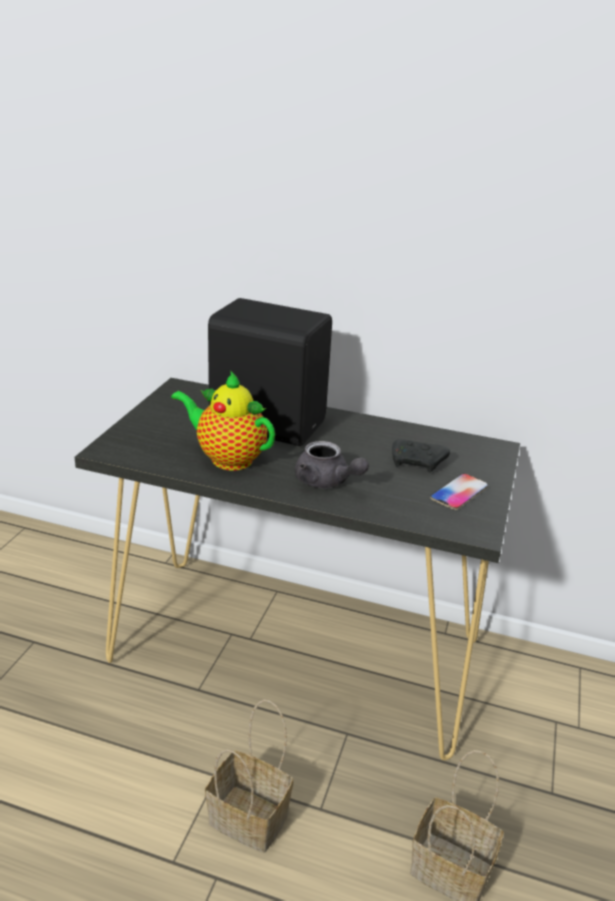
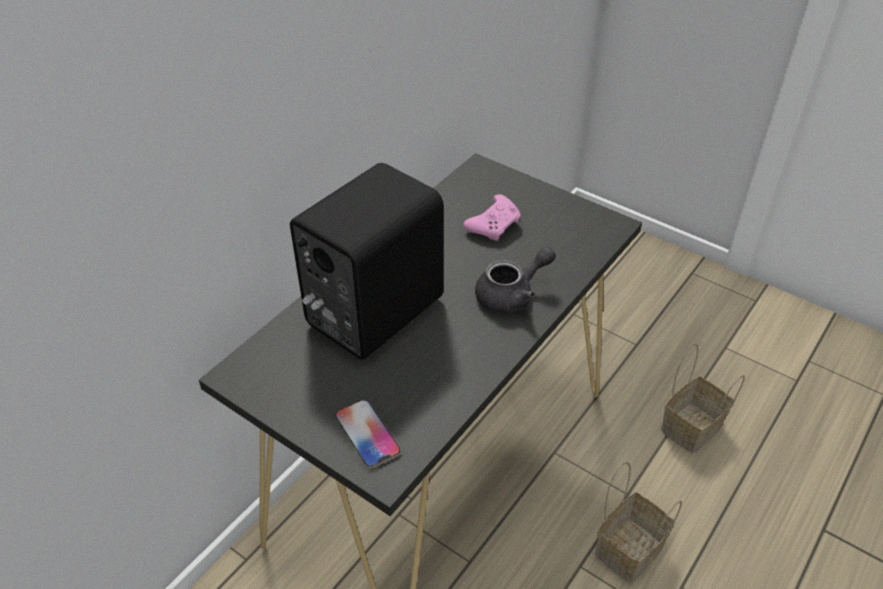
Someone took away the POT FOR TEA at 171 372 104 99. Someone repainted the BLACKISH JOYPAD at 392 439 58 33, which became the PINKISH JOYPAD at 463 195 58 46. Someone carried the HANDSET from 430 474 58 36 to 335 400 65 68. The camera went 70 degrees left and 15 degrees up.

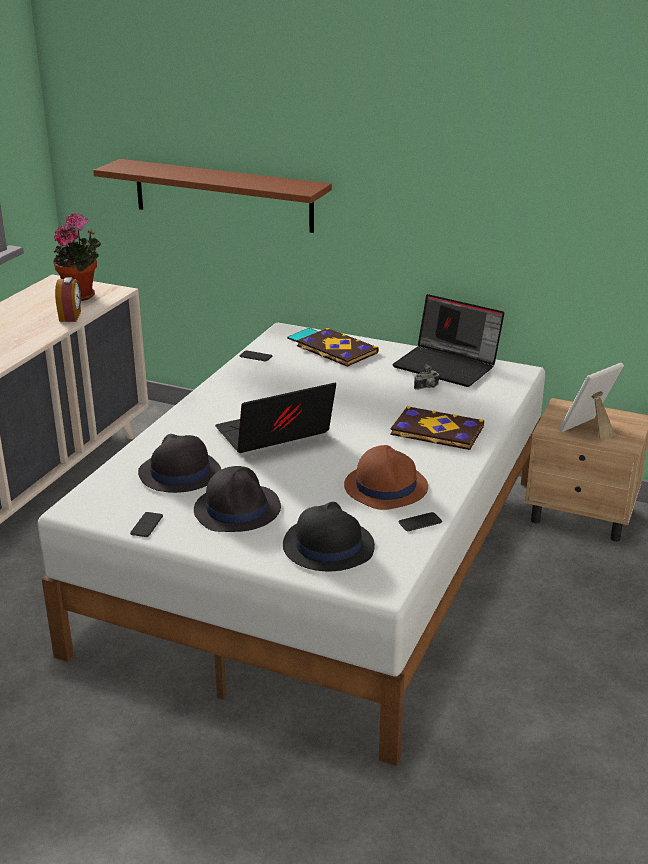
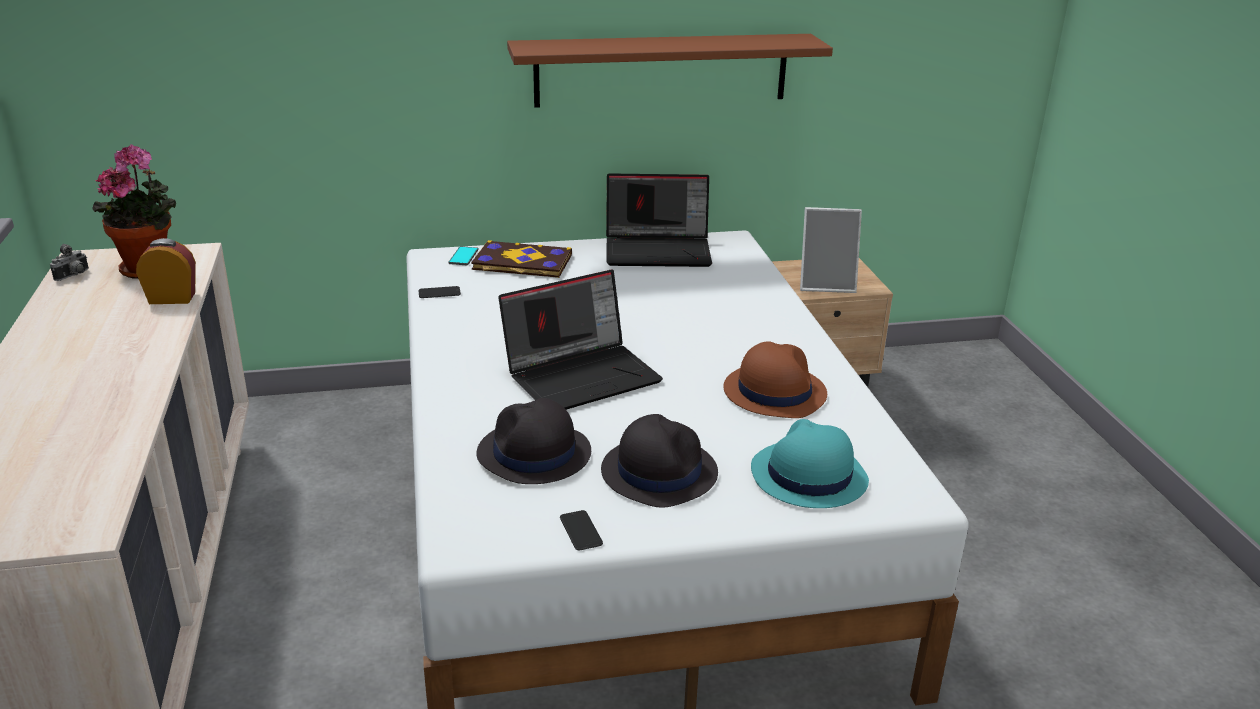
Someone rotated the TABLE CLOCK at 55 277 26 45 by 60 degrees counterclockwise. Someone carried the BROWN WALL SHELF from 93 159 239 74 to 507 34 326 74. Someone rotated the NOTEBOOK COMPUTER at 215 383 121 70 by 150 degrees counterclockwise. Someone repainted the BLACKISH CLOTHING HAT at 283 502 92 69, which became the TURQUOISE CLOTHING HAT at 751 419 118 89. Someone took away the BOUND BOOK at 390 406 94 44. Someone took away the HANDSET at 398 512 44 19. Someone carried the STILL CAMERA from 414 364 26 26 to 50 244 39 37. Someone rotated the PHOTO FRAME at 559 363 65 79 by 105 degrees counterclockwise. The camera went 35 degrees left and 0 degrees up.

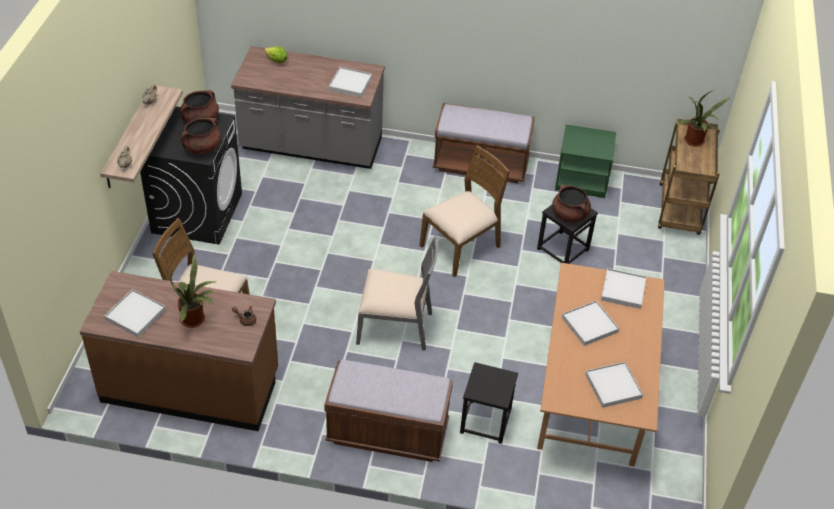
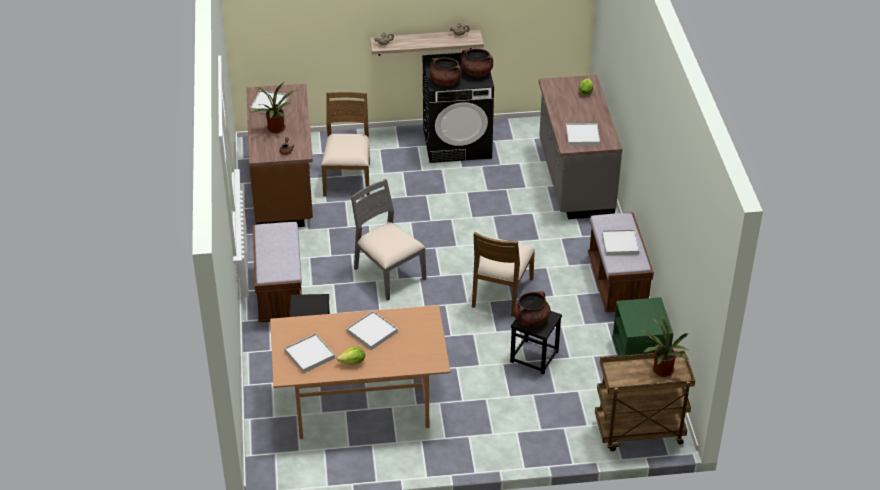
Someone rotated the GRAY PLAIN CHAIR at 356 236 82 115 by 150 degrees clockwise. Someone rotated the BROWN PLAIN CHAIR at 419 145 91 132 by 75 degrees clockwise. Someone carried the WHITE-COLOURED SERVING TRAY from 601 268 45 41 to 602 229 38 27. Someone put down the HEAD OF LETTUCE at 336 347 29 18. The camera went 75 degrees right and 5 degrees down.

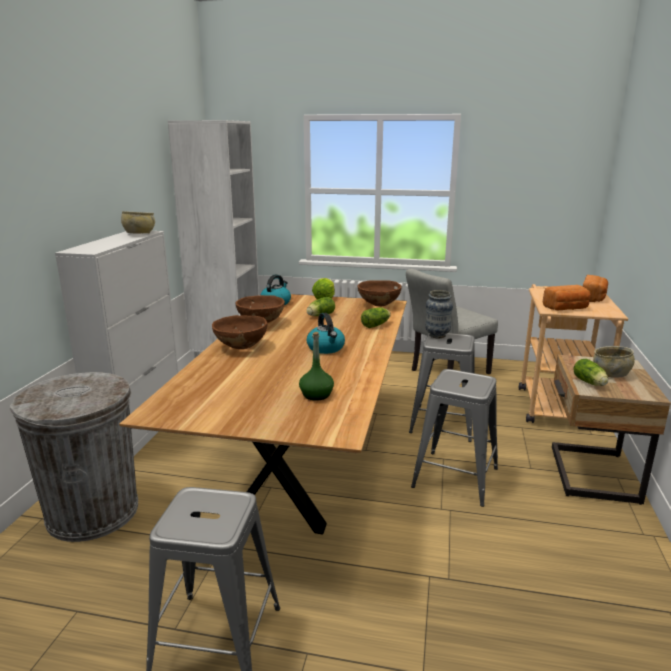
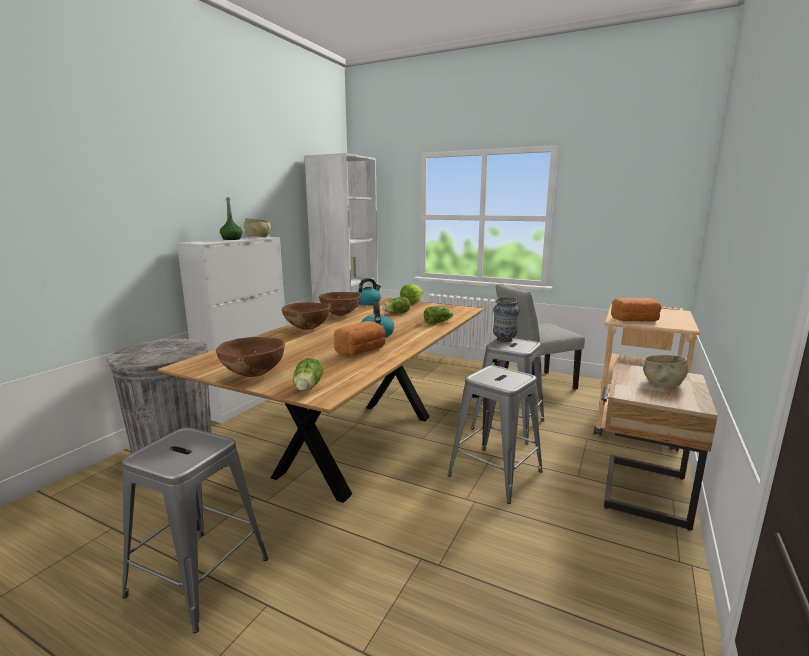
Someone carried the GREEN-COLOURED DRINK BOTTLE from 299 332 35 69 to 220 197 22 43. Someone carried the BROWN BOWL from 357 280 45 27 to 216 337 69 40. Someone carried the HEAD OF LETTUCE from 573 359 35 27 to 293 358 30 33. Someone carried the BAKED BREAD from 583 275 25 27 to 334 321 52 35. The camera went 15 degrees right and 5 degrees down.

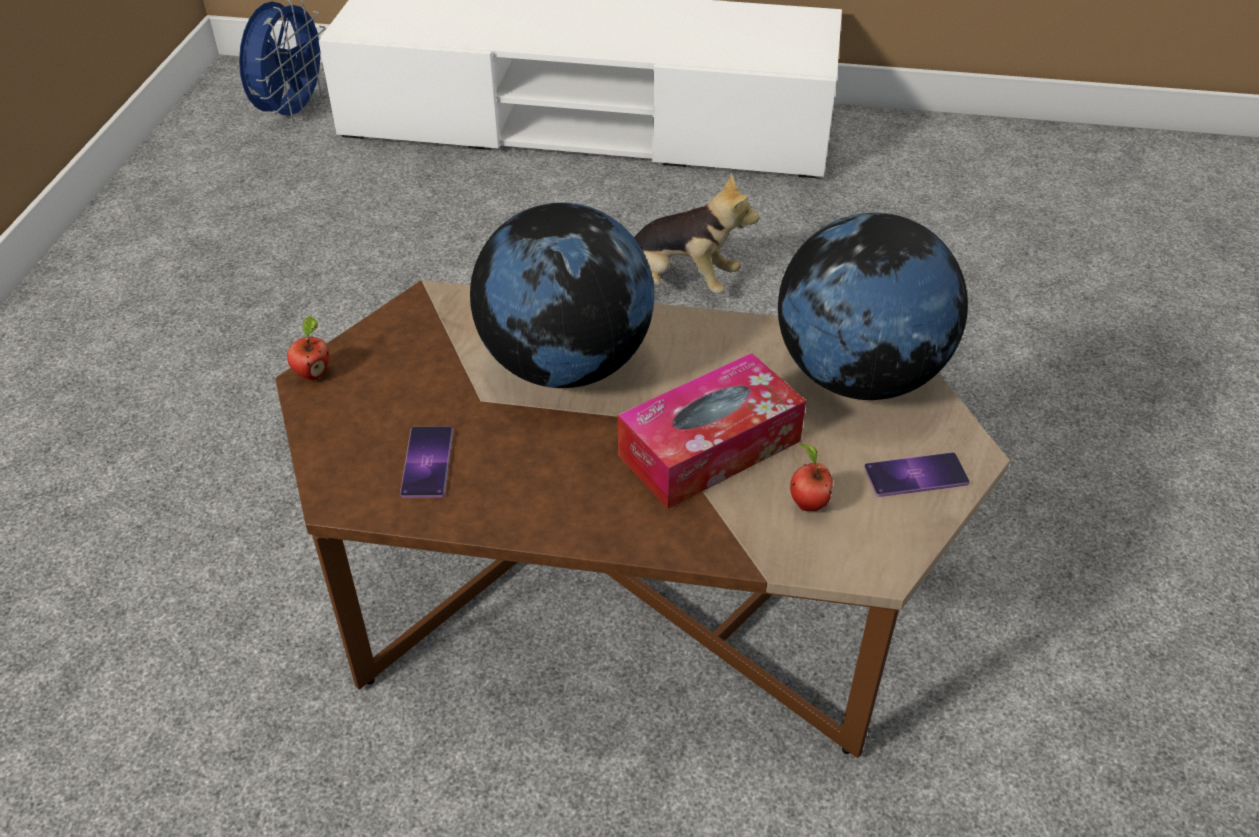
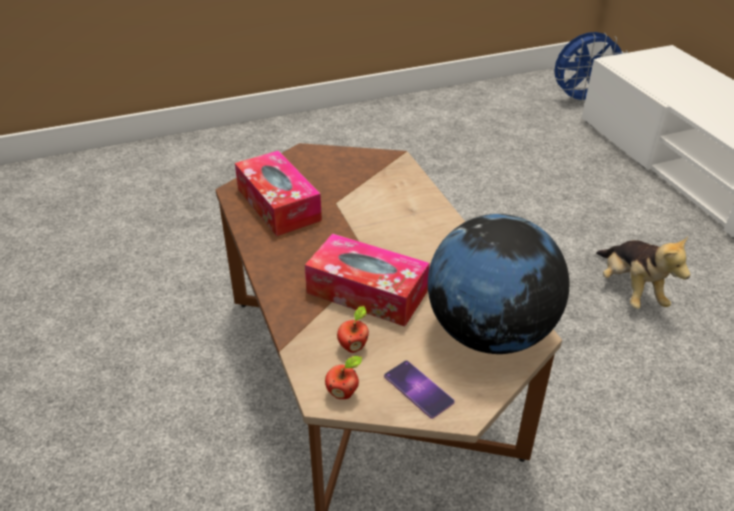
Someone carried the APPLE from 287 316 42 64 to 325 356 37 43. Someone swapped the HANDSET at 400 427 53 71 for the TISSUE HOLDER at 235 150 87 86. Someone took away the GLOBE at 470 203 184 185. The camera went 60 degrees right and 5 degrees down.

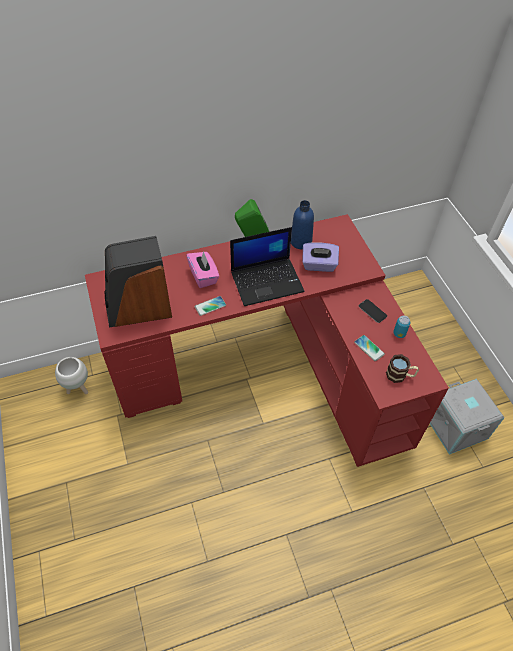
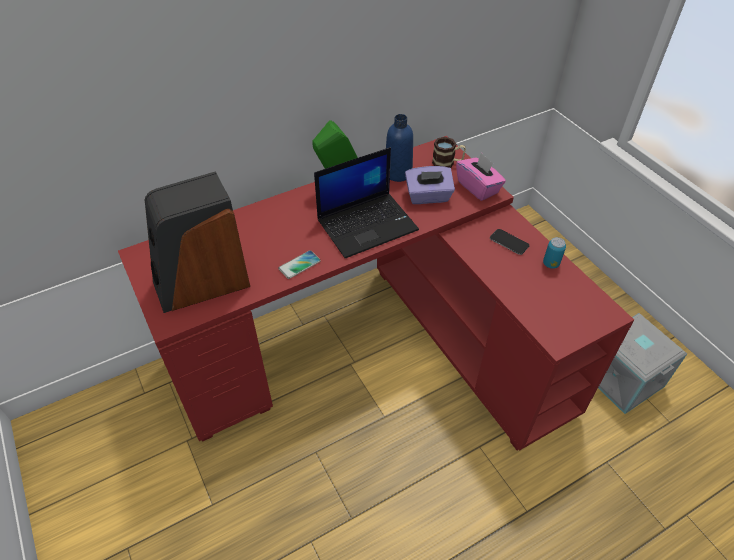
Someone took away the WHITE-COLOURED FLOWER POT at 55 357 33 37. Someone carried the PINKISH TISSUE HOLDER from 186 251 33 37 to 456 153 50 48. Someone took away the HANDSET at 354 335 31 26. Someone carried the MUG from 386 354 33 29 to 432 137 34 31. The camera went 10 degrees left and 5 degrees down.

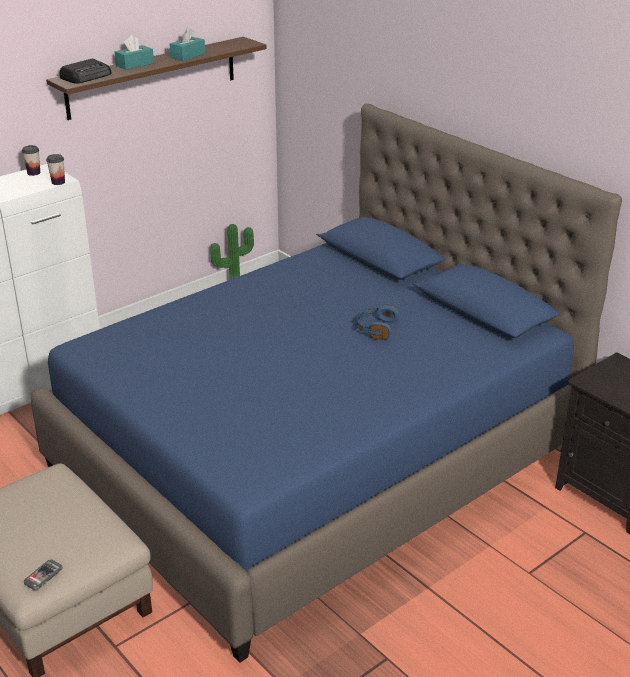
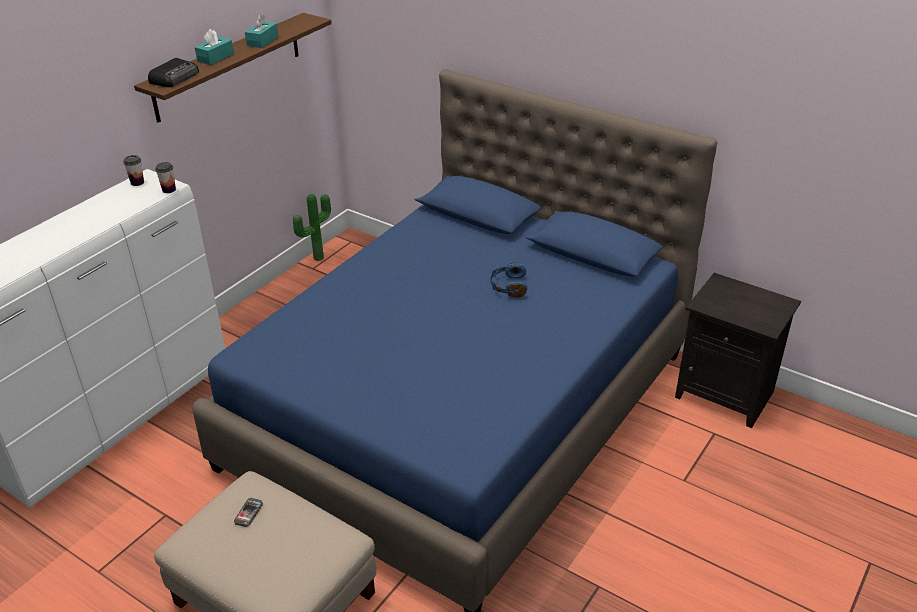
Someone carried the HANDSET from 24 560 38 30 to 234 498 29 29. The camera went 15 degrees left and 5 degrees up.

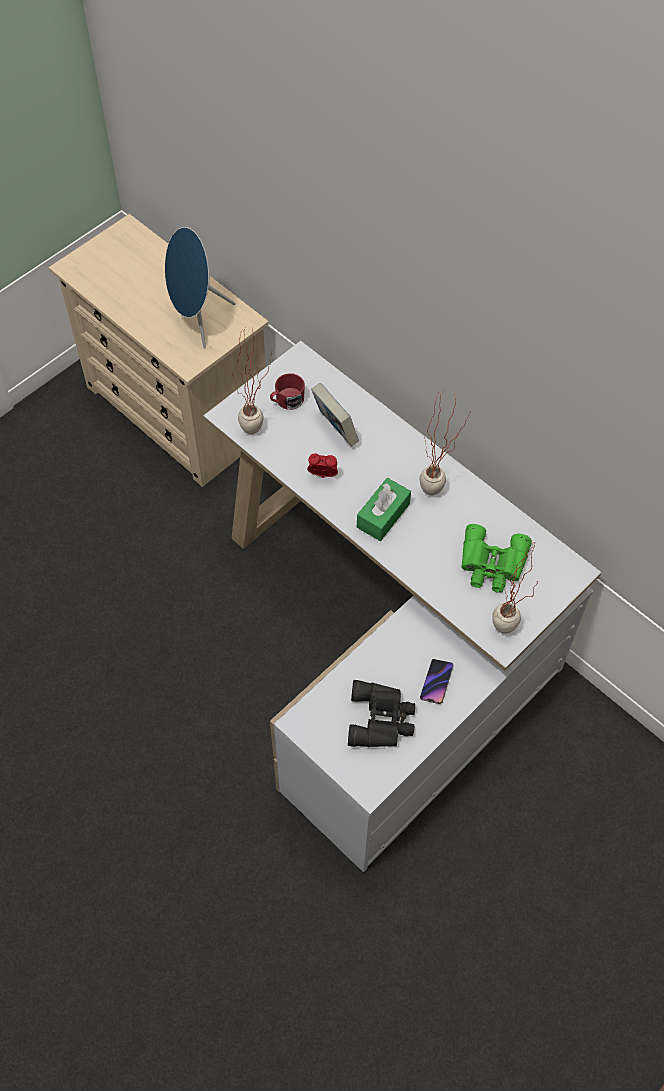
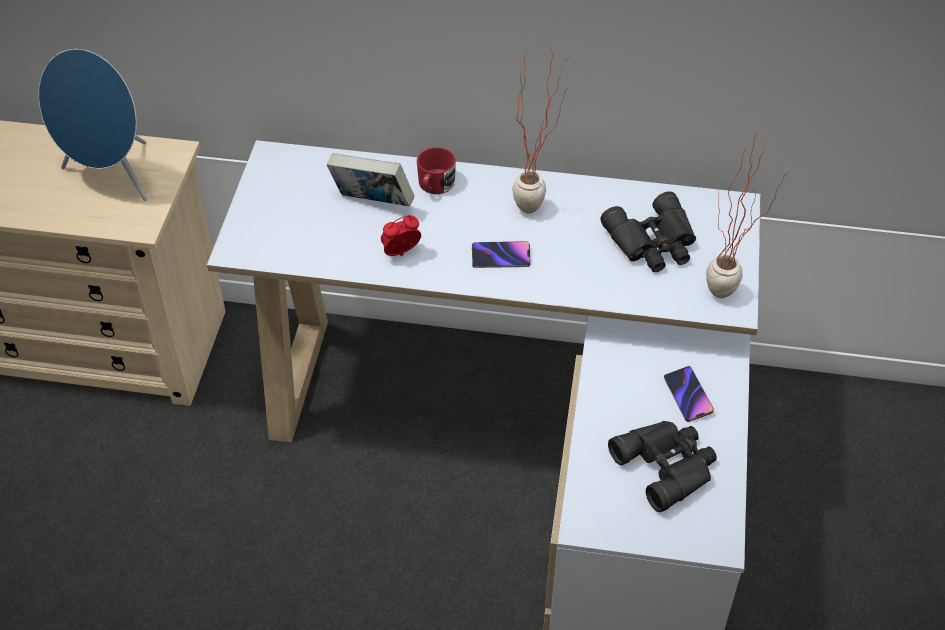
Someone took away the PLANT IN A POT at 232 326 42 108. Someone carried the REDDISH MUG from 270 373 35 37 to 417 147 39 47. Someone swapped the GREEN-COLOURED TISSUE HOLDER at 357 478 54 63 for the HANDSET at 472 241 58 27. Someone repainted the GREEN-COLOURED FIELD GLASSES at 461 524 71 69, which became the BLACKISH FIELD GLASSES at 600 191 96 81. The camera went 35 degrees left and 10 degrees down.

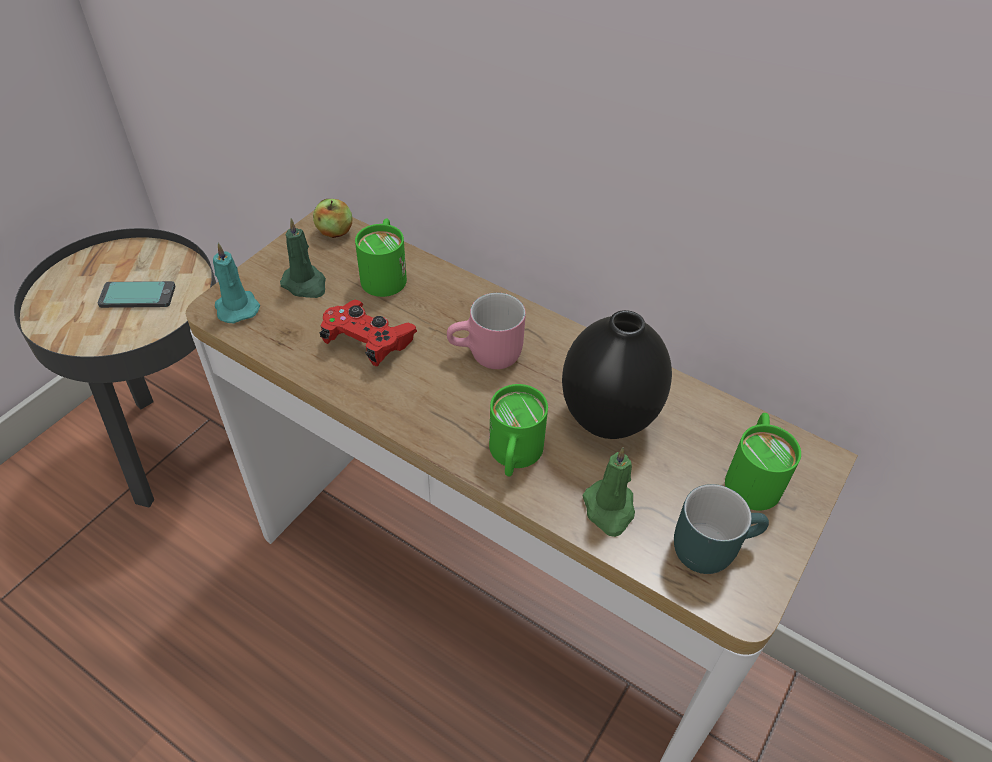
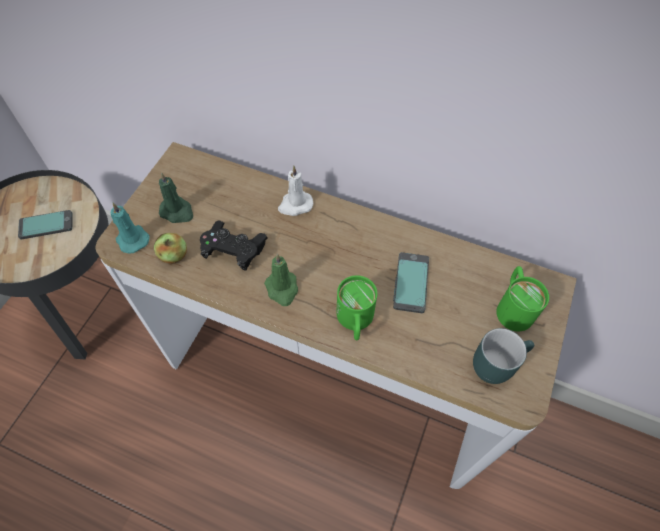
Someone carried the APPLE from 313 199 40 39 to 154 233 33 30. Someone repainted the REDDISH JOYPAD at 320 300 97 66, which became the BLACKISH JOYPAD at 200 221 68 50. Someone took away the GREEN-COLOURED MUG at 355 218 52 79. Someone took away the PINKISH MUG at 447 293 79 76. Someone swapped the BLACKISH FLOWER VASE at 562 310 110 129 for the HANDSET at 393 252 36 61. Someone carried the GREEN-COLOURED WAX CANDLE from 583 447 52 90 to 264 254 34 52. Someone put down the WHITE-COLOURED WAX CANDLE at 278 166 35 50. The camera went 10 degrees left and 10 degrees up.

